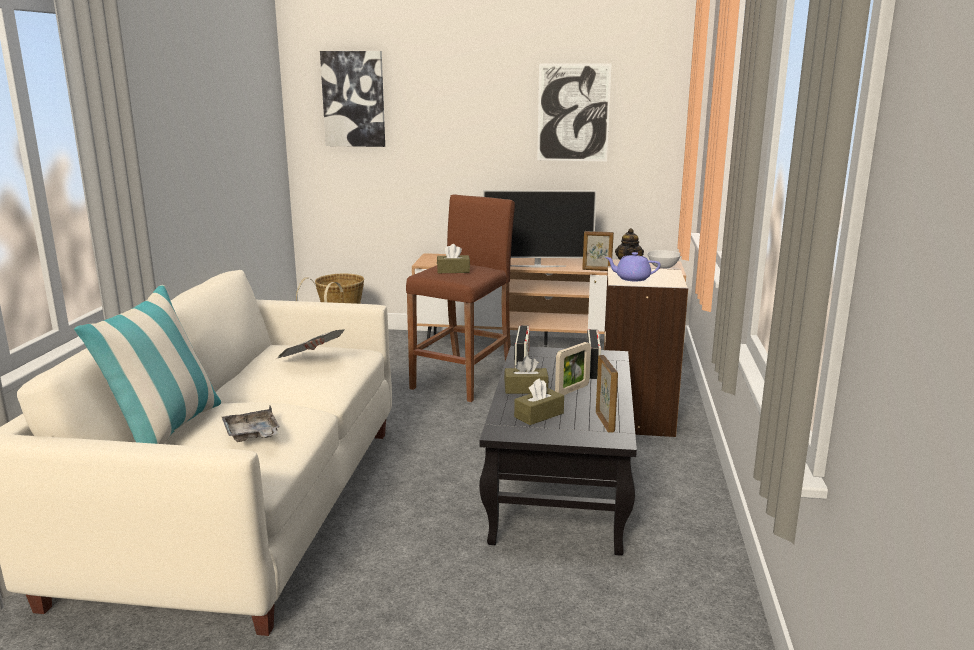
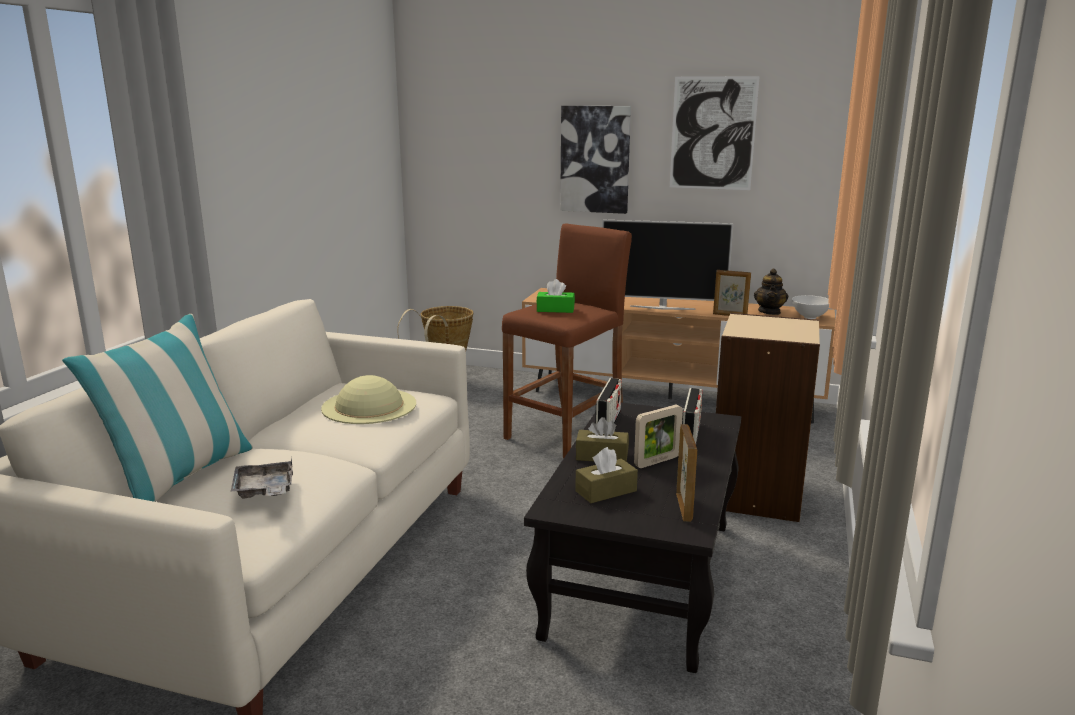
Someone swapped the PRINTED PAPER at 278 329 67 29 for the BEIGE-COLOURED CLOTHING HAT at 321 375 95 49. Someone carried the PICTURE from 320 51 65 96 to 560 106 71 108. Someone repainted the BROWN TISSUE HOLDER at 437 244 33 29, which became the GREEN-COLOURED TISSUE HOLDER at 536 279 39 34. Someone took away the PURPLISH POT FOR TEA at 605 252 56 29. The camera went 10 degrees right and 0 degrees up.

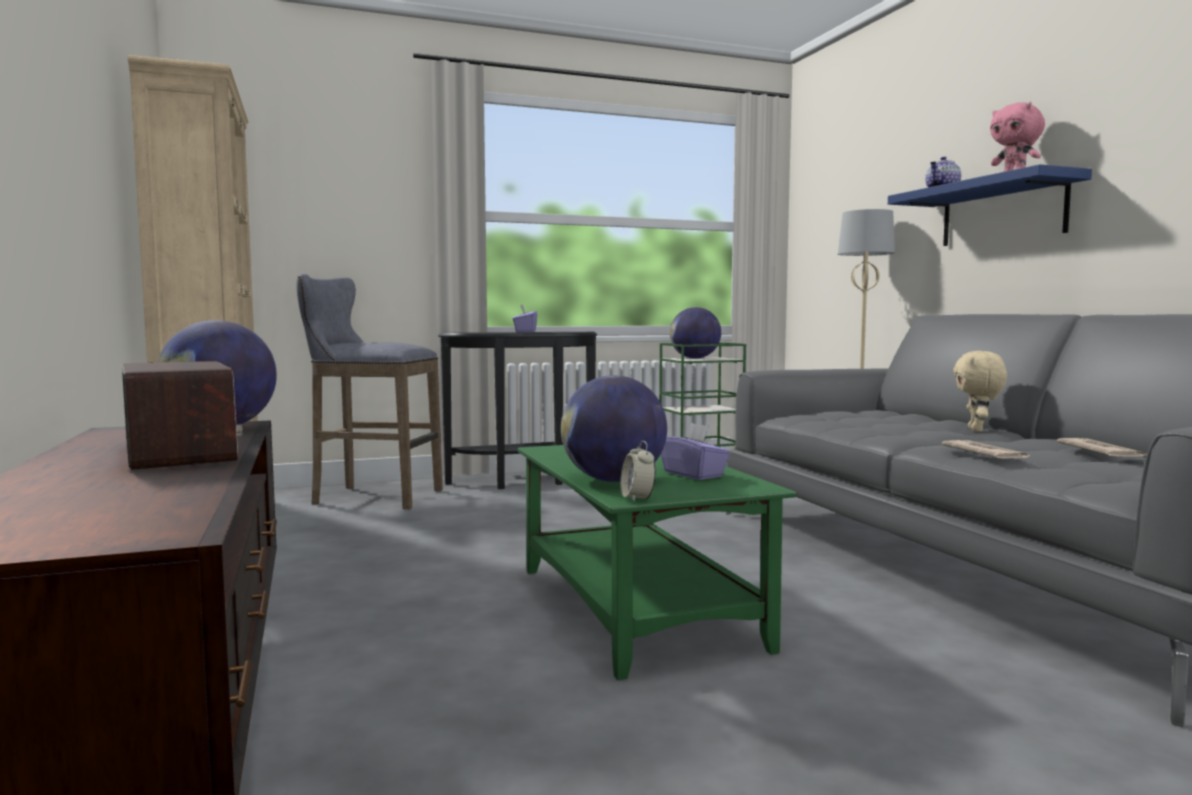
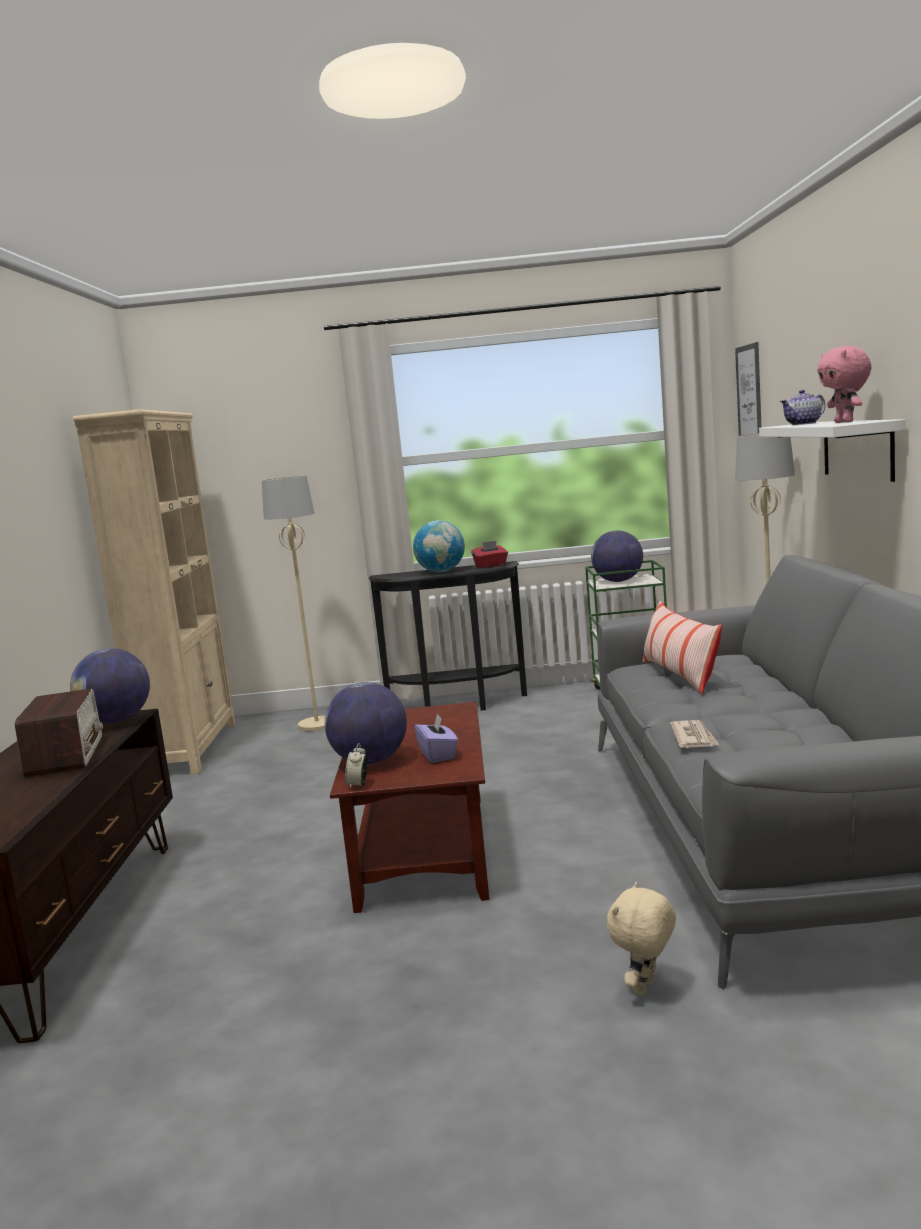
Someone swapped the GRAY SITTING STOOL at 296 273 147 236 for the BEIGE-COLOURED FLOOR LAMP at 262 476 63 255. Someone swapped the PURPLISH TISSUE HOLDER at 512 305 25 28 for the GLOBE at 413 520 52 52. Someone repainted the GREEN-COLOURED COFFEE TABLE at 517 445 279 235, which became the BROWN COFFEE TABLE at 330 702 159 211. Someone repainted the BLUISH WALL SHELF at 888 164 204 82, which became the WHITE-COLOURED WALL SHELF at 759 419 146 63. Someone carried the BEIGE-COLOURED SOFT TOY from 953 351 54 81 to 607 882 69 113. Someone took away the PRINTED PAPER at 1057 438 90 19. Someone put down the REDDISH TISSUE HOLDER at 471 540 37 28. Someone put down the THROW PILLOW at 643 601 79 93. Someone put up the PICTURE at 735 342 26 94. The camera went 20 degrees right and 5 degrees up.

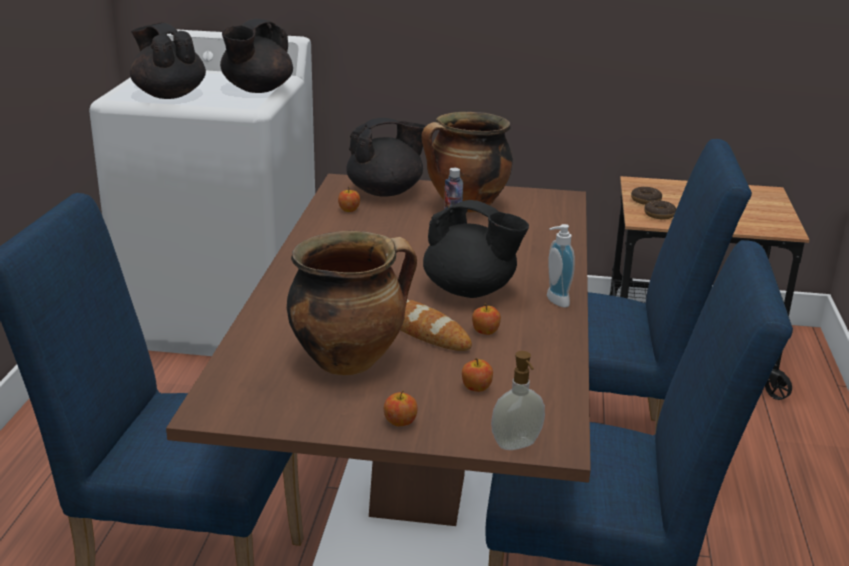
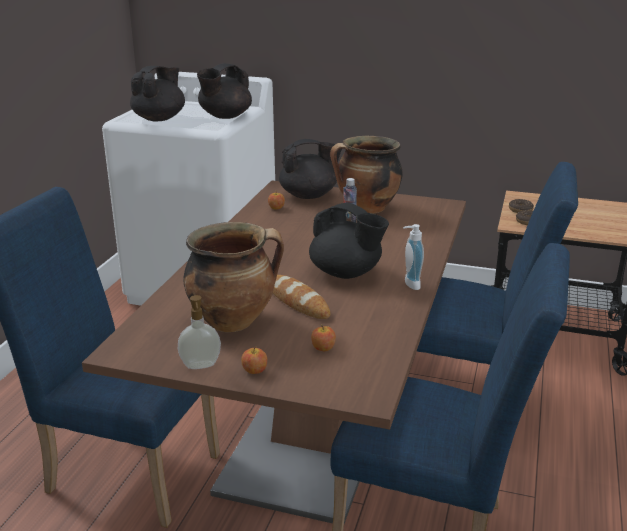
Someone rotated the BLACKISH POT FOR TEA at 130 23 76 76 by 60 degrees clockwise. Someone took away the APPLE at 472 304 29 31. Someone carried the SOAP DISPENSER from 491 351 54 99 to 178 295 43 74. The camera went 10 degrees right and 0 degrees up.

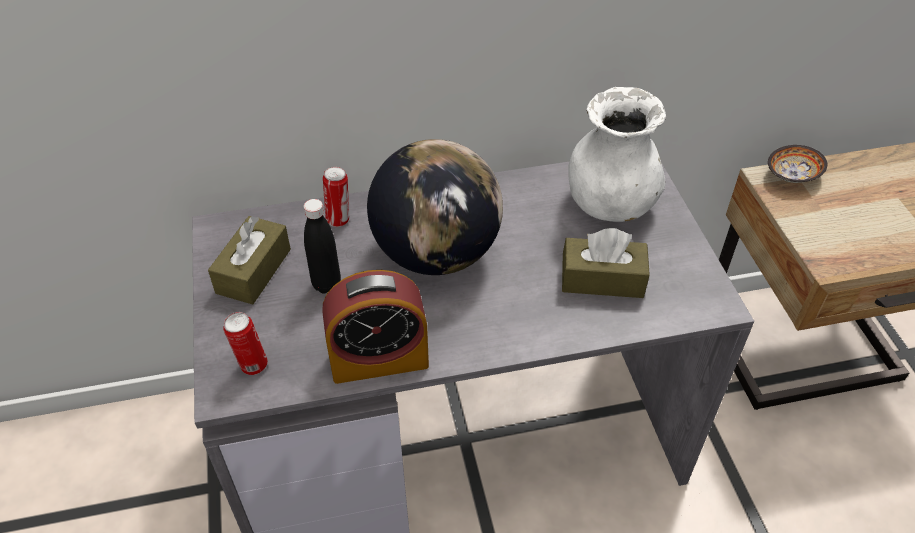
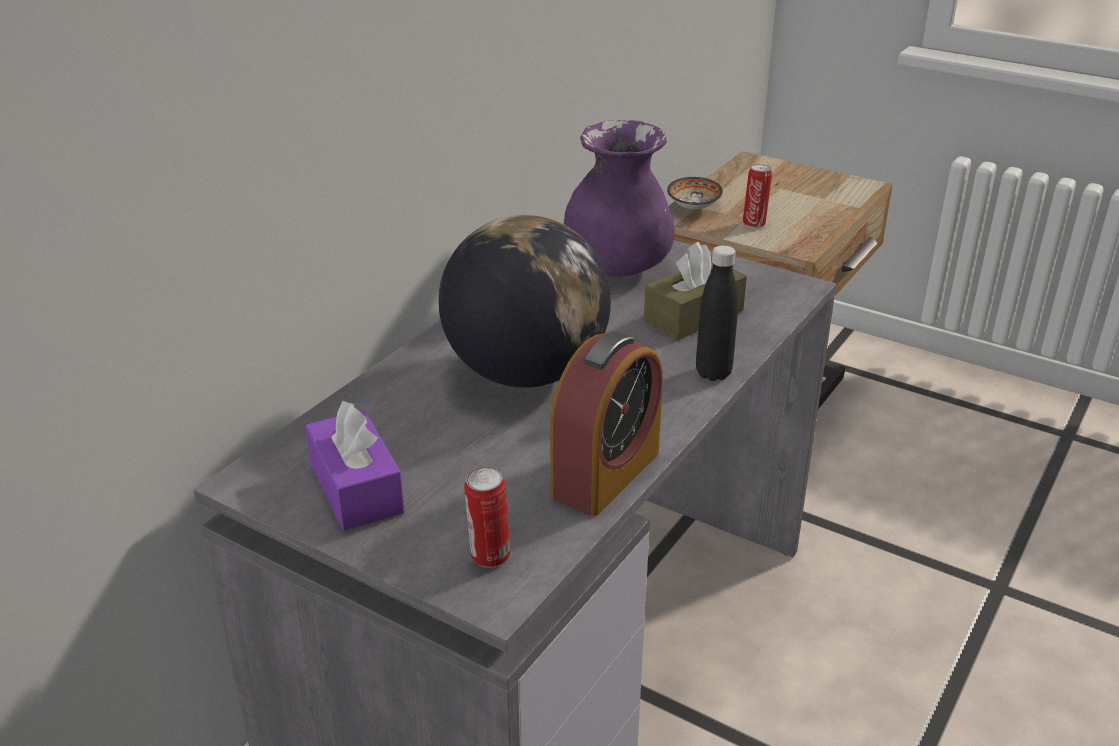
Someone repainted the BROWN TISSUE HOLDER at 208 216 83 88, which became the PURPLISH TISSUE HOLDER at 305 401 100 129. Someone carried the BLACKISH DRINK BOTTLE from 304 199 37 95 to 696 245 42 136. Someone carried the CAN from 323 167 26 60 to 743 164 29 64. Someone repainted the WHITE-COLOURED FLOWER VASE at 568 87 98 135, which became the PURPLISH FLOWER VASE at 564 120 111 157. The camera went 45 degrees left and 15 degrees down.

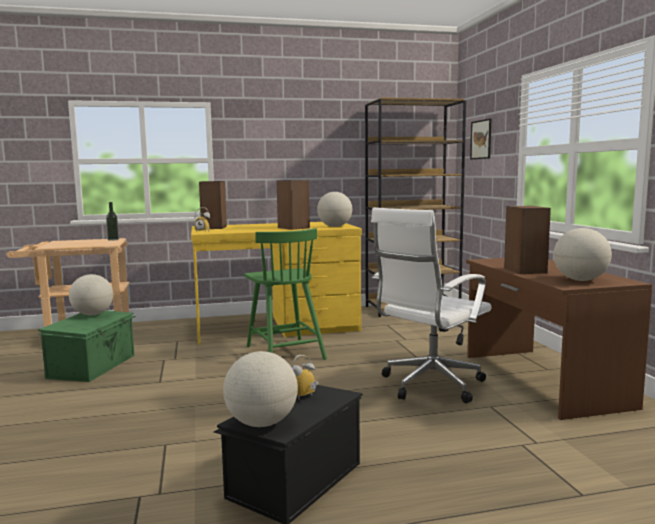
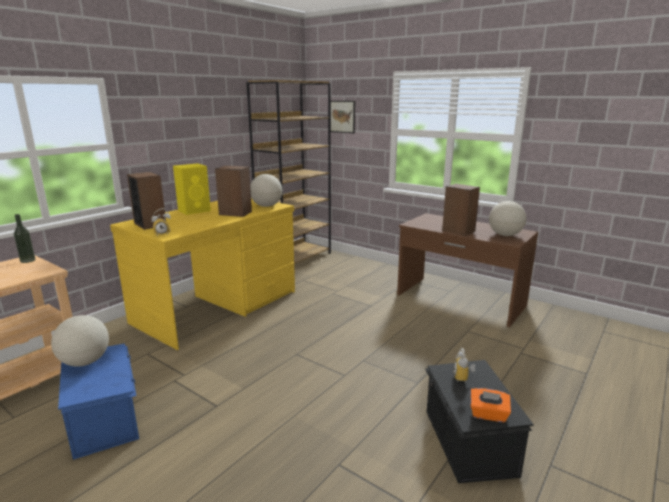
Someone repainted the GREEN-COLOURED STORAGE BOX at 38 310 98 72, which became the BLUISH STORAGE BOX at 58 343 81 117. Someone swapped the GLOBE at 223 351 75 76 for the ORANGE-COLOURED TISSUE HOLDER at 471 388 40 34. Someone took away the GREEN-COLOURED PLAIN CHAIR at 244 228 83 132. Someone took away the WHITE-COLOURED OFFICE CHAIR at 371 208 121 195. Someone put down the YELLOW SPEAKER at 173 163 38 52. The camera went 40 degrees left and 10 degrees up.

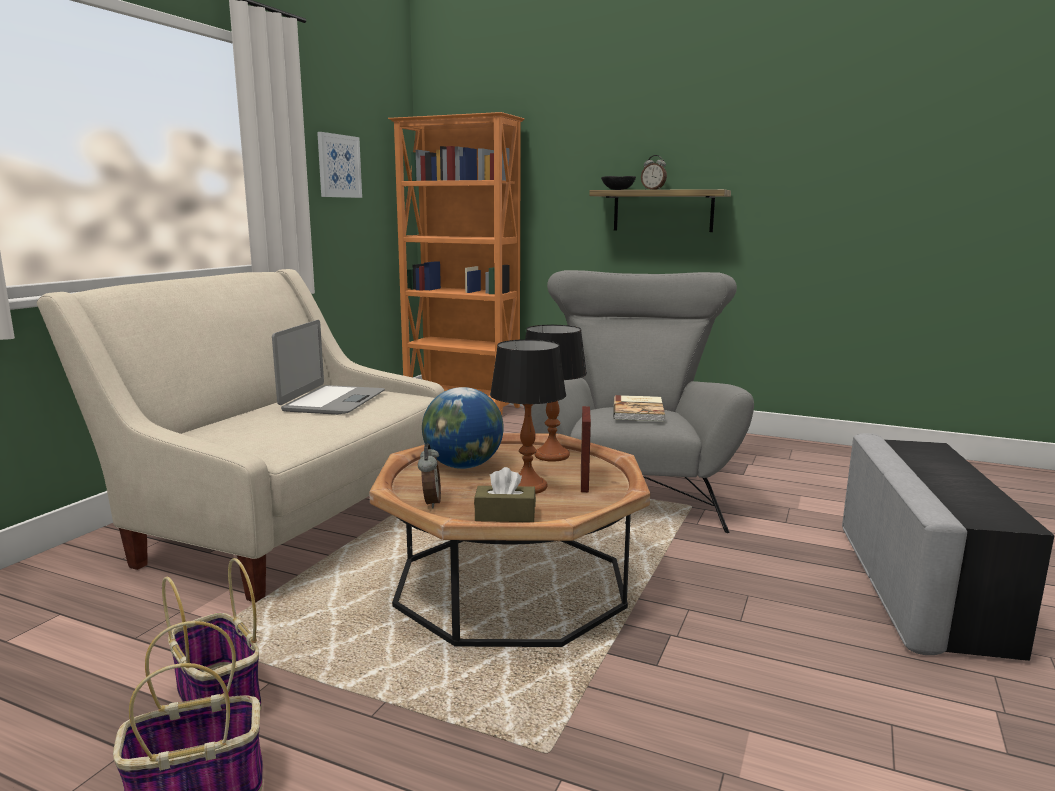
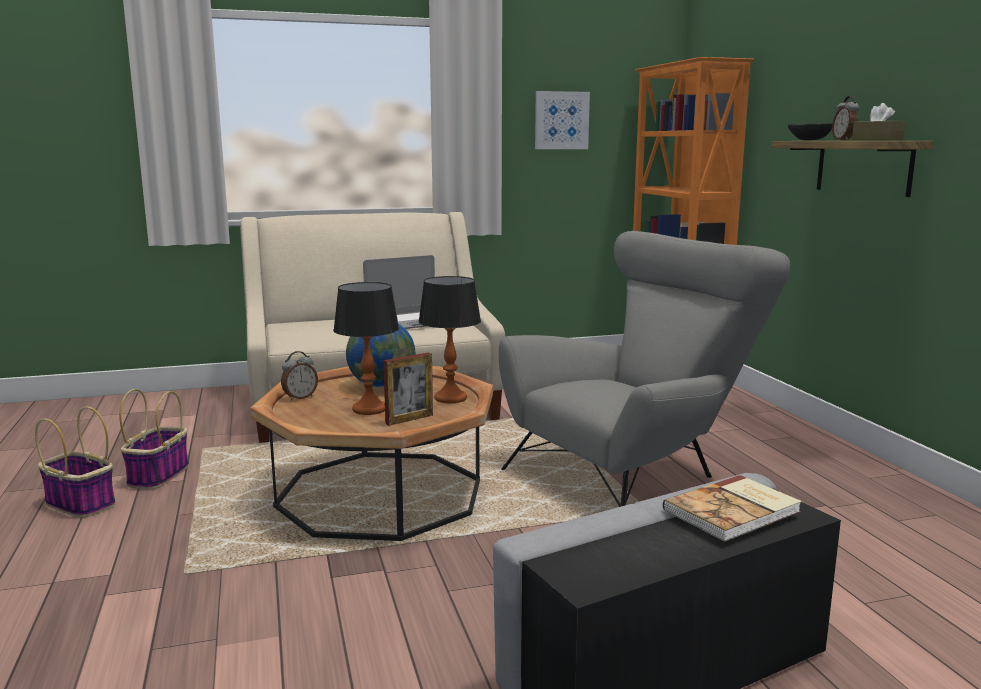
Someone carried the BROWN TISSUE HOLDER from 474 467 62 55 to 852 103 54 37. Someone carried the BOUND BOOK from 613 395 52 26 to 663 475 139 67. The camera went 50 degrees right and 0 degrees up.

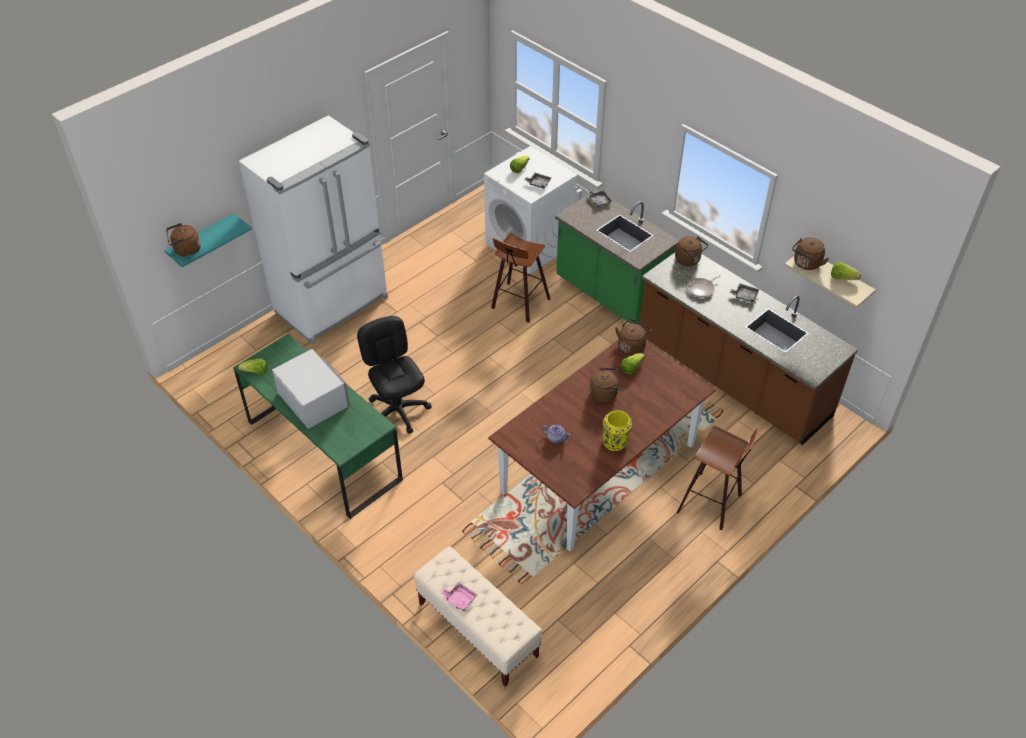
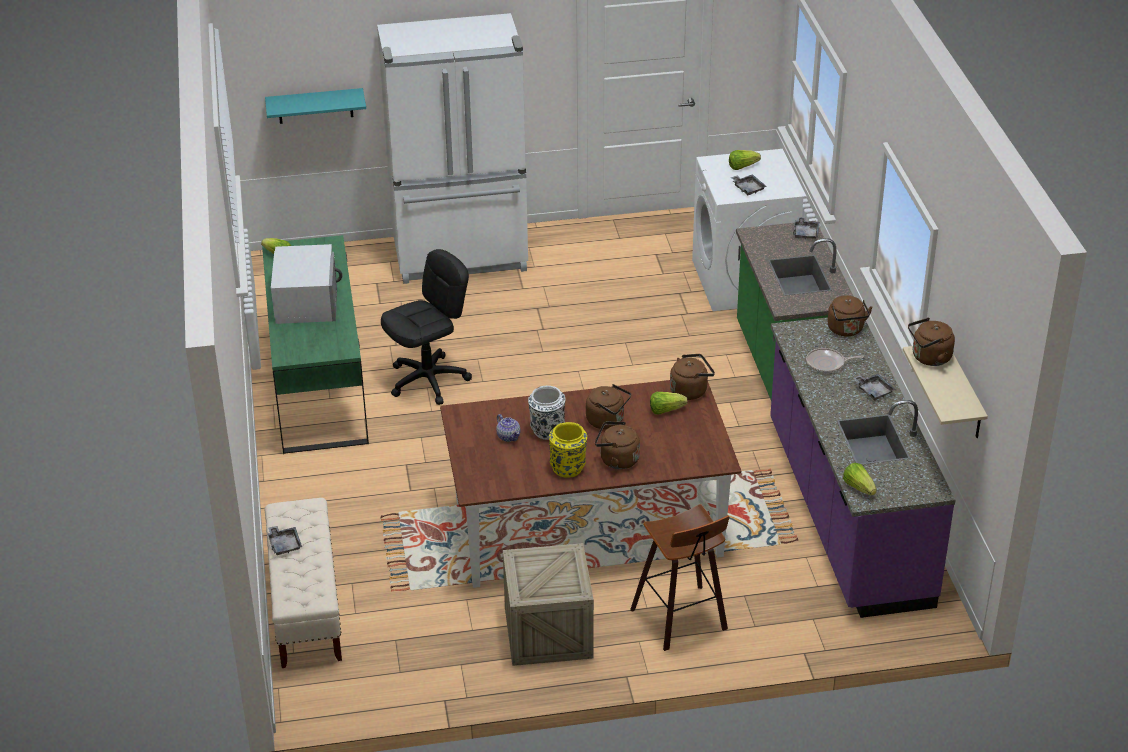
Someone carried the BROWN TEA KETTLE from 166 223 35 34 to 595 421 45 48. Someone rotated the BLACKISH OFFICE CHAIR at 357 316 74 118 by 45 degrees clockwise. Someone repainted the PINKISH SERVING TRAY at 440 582 37 29, which became the GRAY SERVING TRAY at 268 526 34 29. Someone took away the SITTING STOOL at 491 232 59 91. Someone repainted the BROWN COUNTER at 640 253 218 192, which became the PURPLISH COUNTER at 770 317 186 301. Someone carried the HEAD OF LETTUCE from 831 262 30 18 to 843 463 34 33. Someone put down the PACKING CRATE at 503 543 91 123. Someone put down the WHITE-COLOURED FLOWER VASE at 528 386 37 54. The camera went 35 degrees right and 10 degrees down.

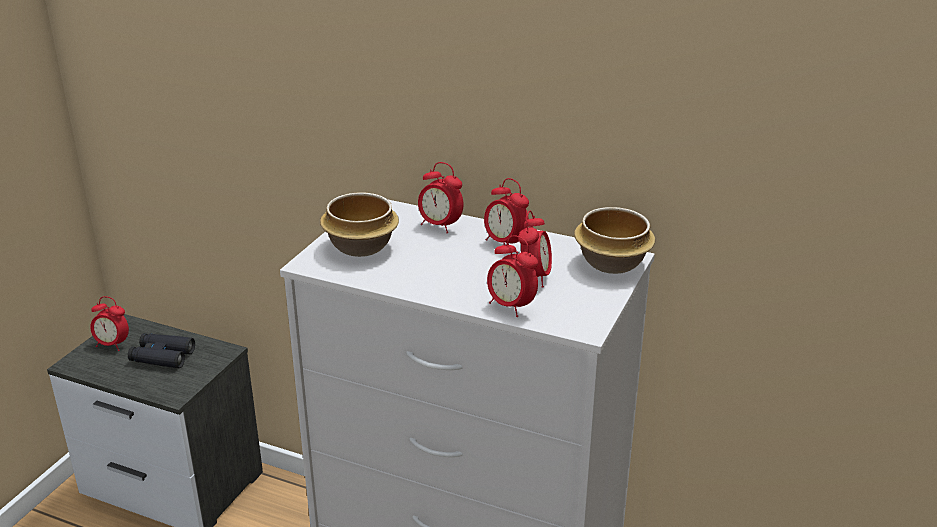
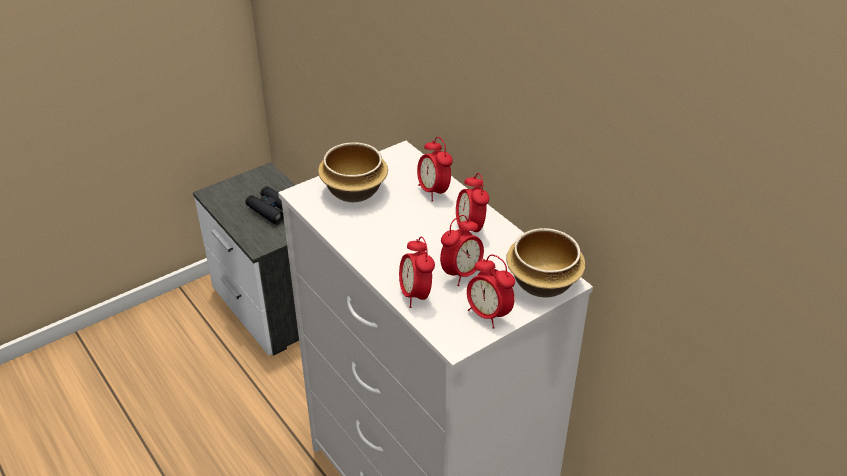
Someone carried the TABLE CLOCK from 90 296 39 55 to 467 254 48 75. The camera went 30 degrees right and 10 degrees up.

